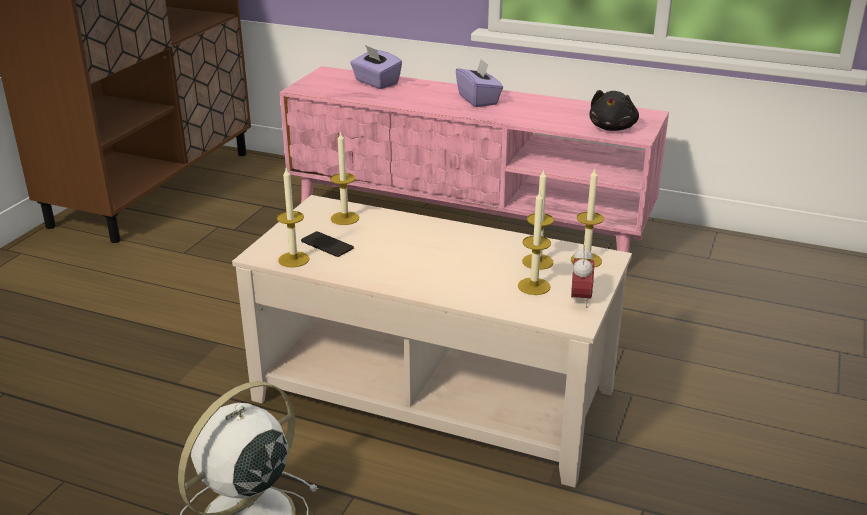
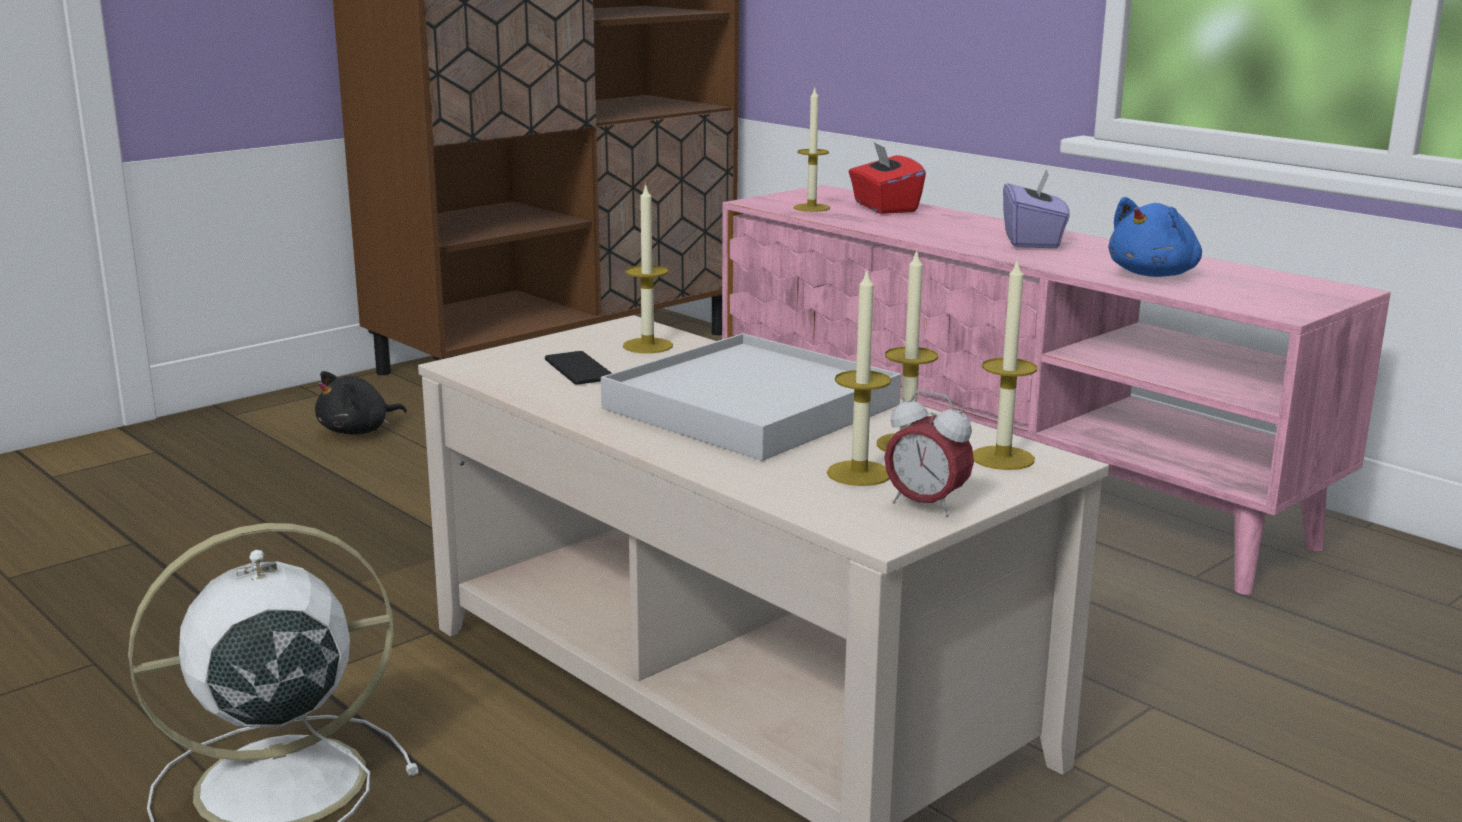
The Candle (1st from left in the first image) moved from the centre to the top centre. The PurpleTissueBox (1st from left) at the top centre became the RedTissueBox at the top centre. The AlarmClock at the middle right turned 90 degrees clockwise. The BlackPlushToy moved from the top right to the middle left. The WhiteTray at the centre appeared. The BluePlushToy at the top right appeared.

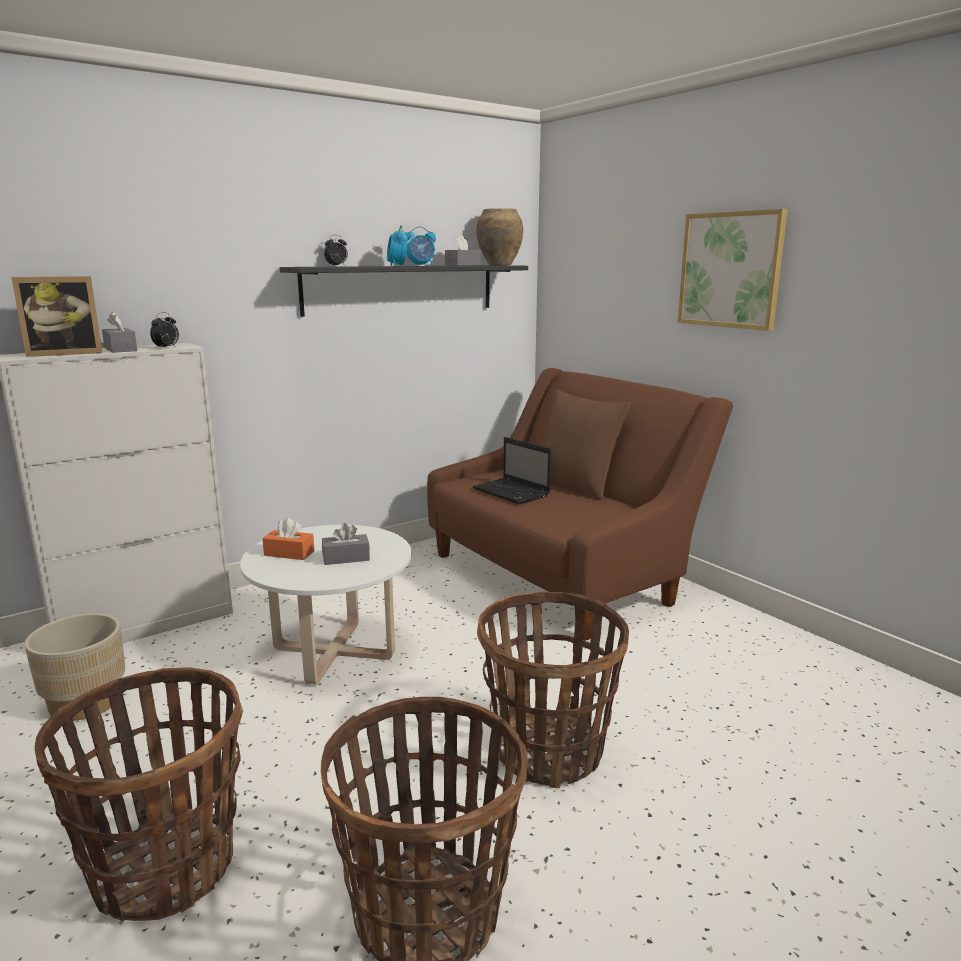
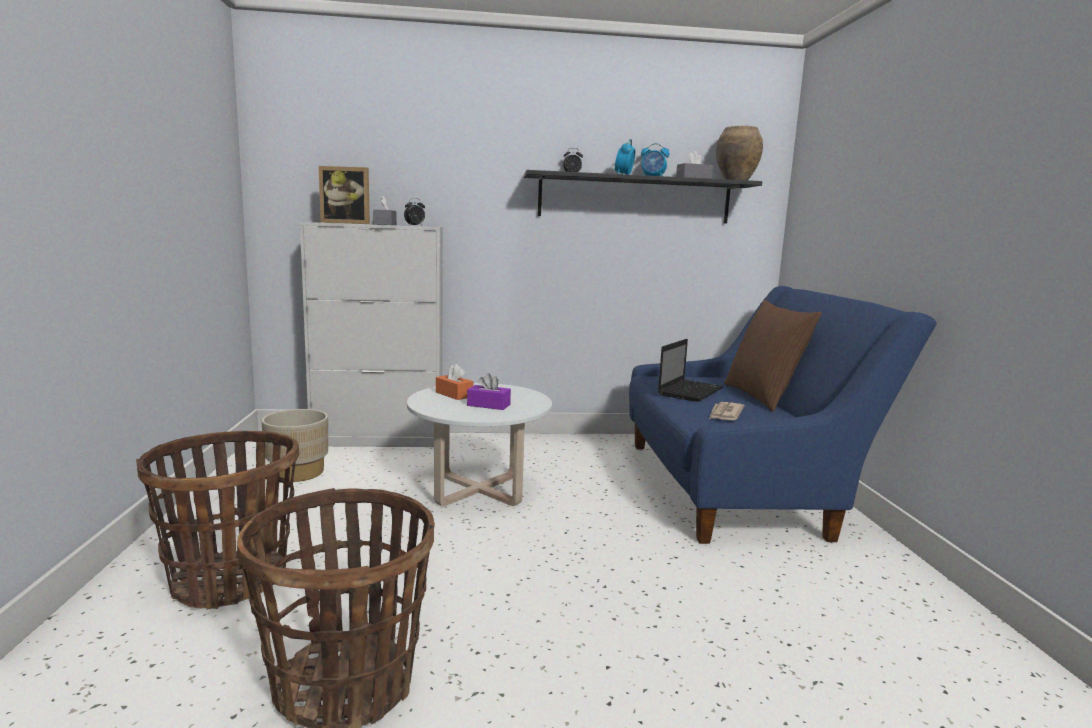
The GreyTissueBox (2nd from left) at the centre became the PurpleTissueBox at the centre. The BrownSofa at the centre became the BlueSofa at the middle right. The Laptop at the centre turned 135 degrees counterclockwise. The Basket (3rd from left) at the bottom centre disappeared. The Picture at the top right disappeared. The Newspaper at the centre appeared.

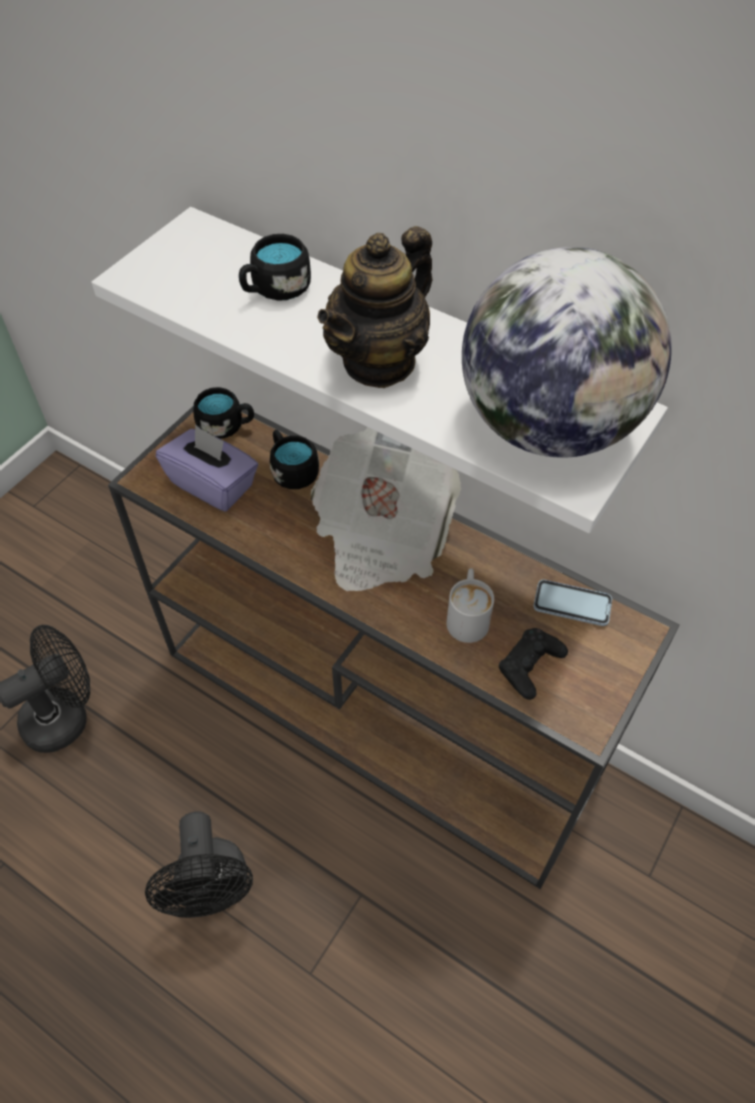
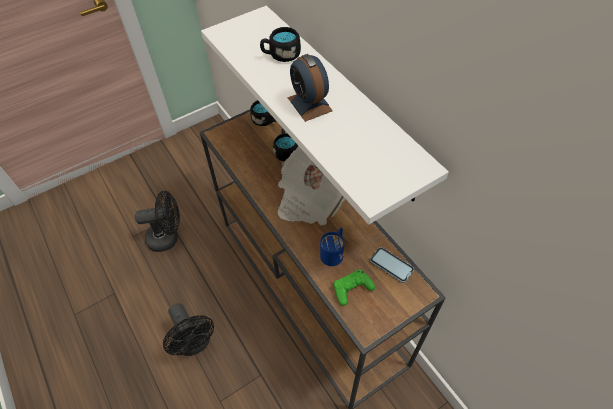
The BlackFan (2nd from left) at the bottom left turned 45 degrees counterclockwise. The PurpleTissueBox at the middle left disappeared. The Teapot at the top centre was replaced by the AlarmClock at the top centre. The WhiteMug at the centre became the BlueMug at the centre. The Globe at the top right disappeared. The BlackGameController at the middle right became the GreenGameController at the bottom centre.

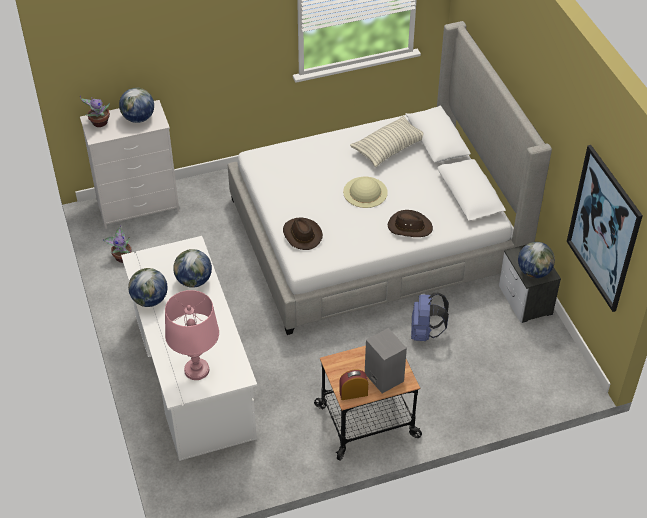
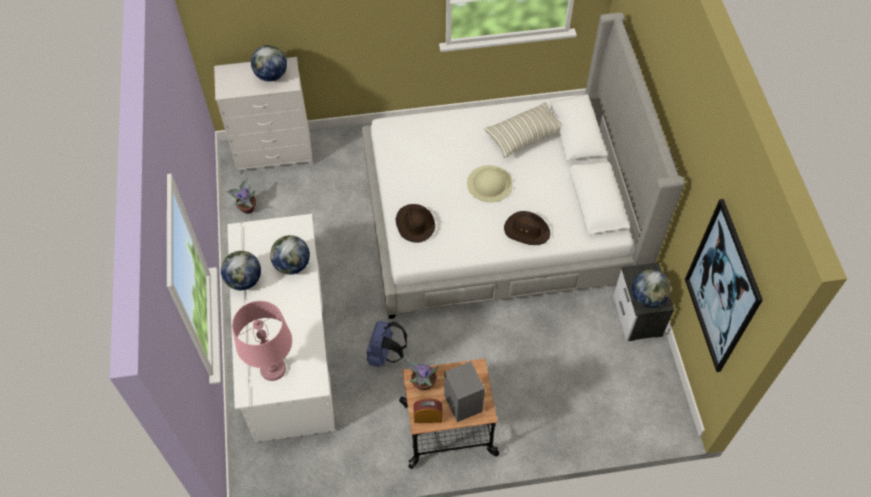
The PottedPlant (1st from left in the first image) moved from the top left to the bottom centre. The BlueBackpack moved from the centre to the bottom centre.

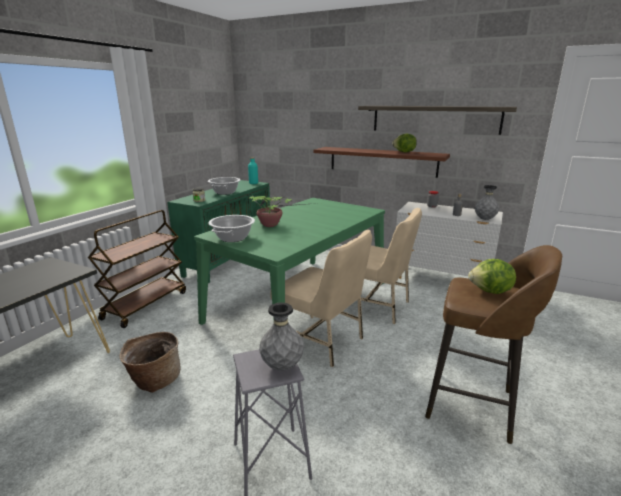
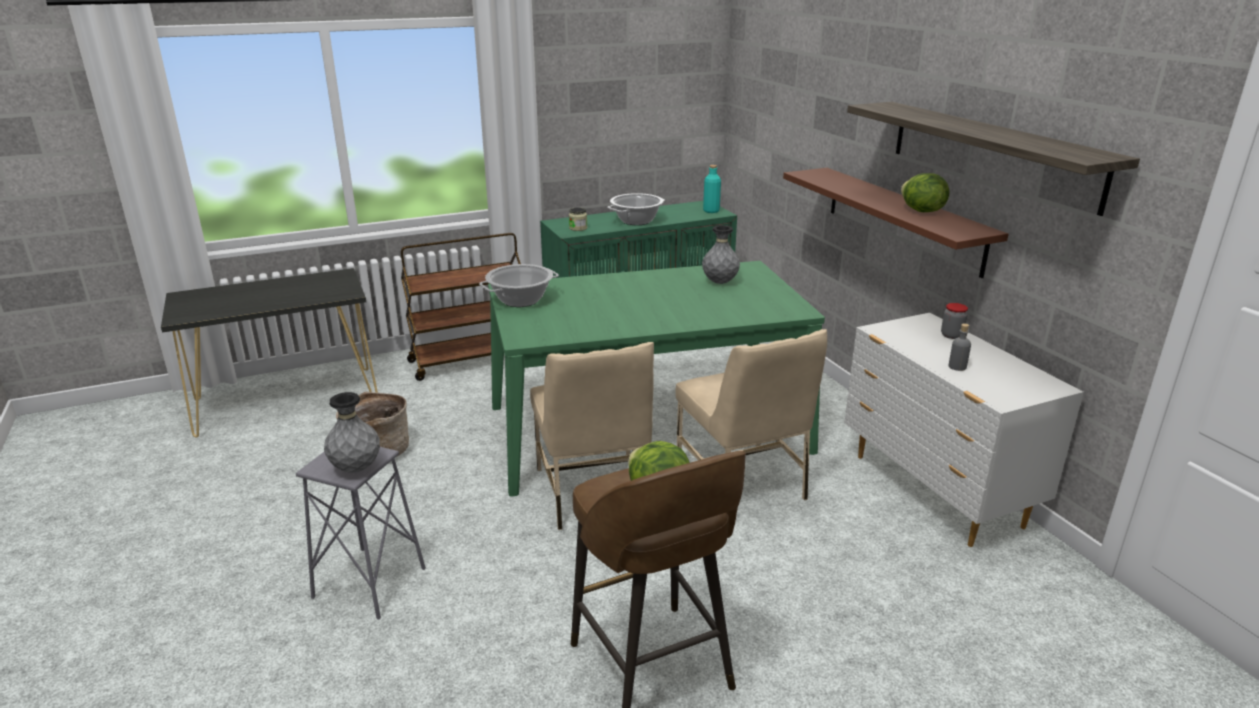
The PottedPlant at the centre disappeared. The GreyVase (2nd from left) moved from the middle right to the centre.

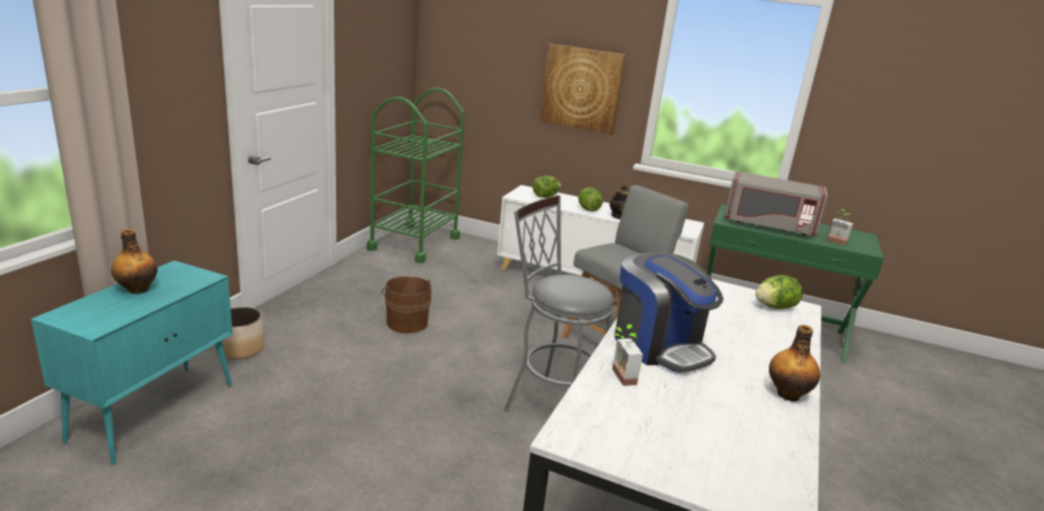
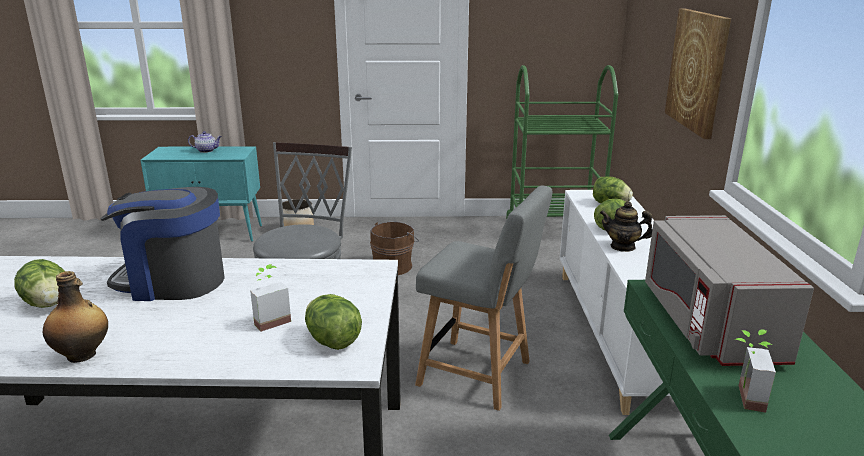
The Bottle (1st from left) at the middle left was replaced by the Teapot (1st from left) at the top left. The PottedPlant (1st from left) moved from the bottom centre to the middle left. The CoffeeMachine at the centre turned 60 degrees clockwise. The Lettuce (1st from left) at the middle left appeared.

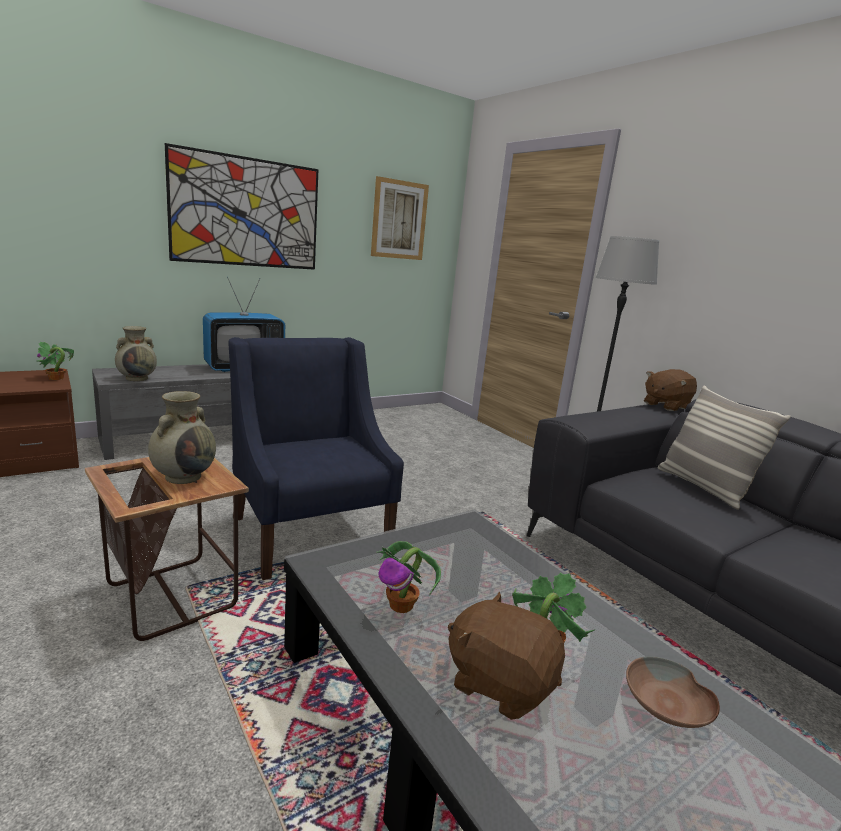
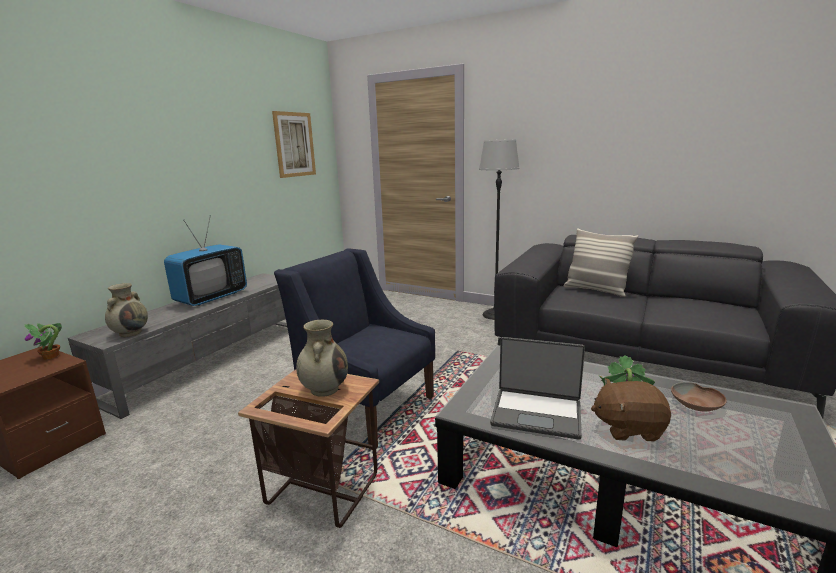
The Picture (1st from left) at the top left disappeared. The PottedPlant (2nd from left) at the bottom centre was replaced by the Laptop at the bottom centre. The BrownPlushToy (2nd from left) at the middle right disappeared.

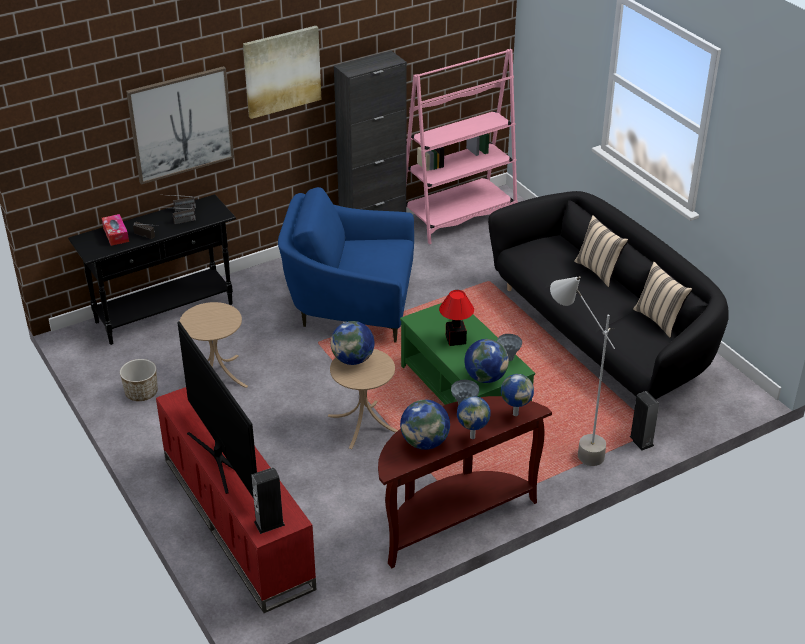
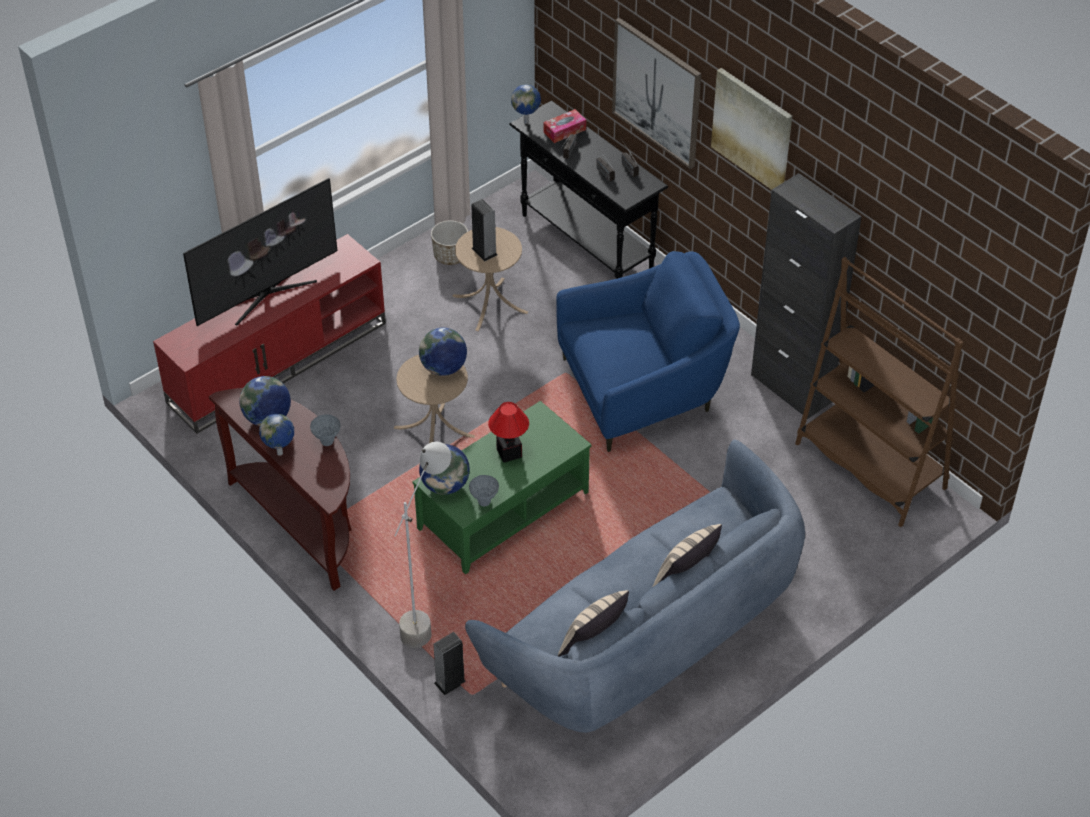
The Speaker (1st from left in the first image) moved from the bottom left to the top centre. The BlueArmchair at the centre turned 75 degrees clockwise. The PinkBookcase at the top centre became the BrownBookcase at the middle right. The BlackSofa at the middle right became the BlueSofa at the bottom centre. The Globe (5th from left) moved from the centre to the top centre.

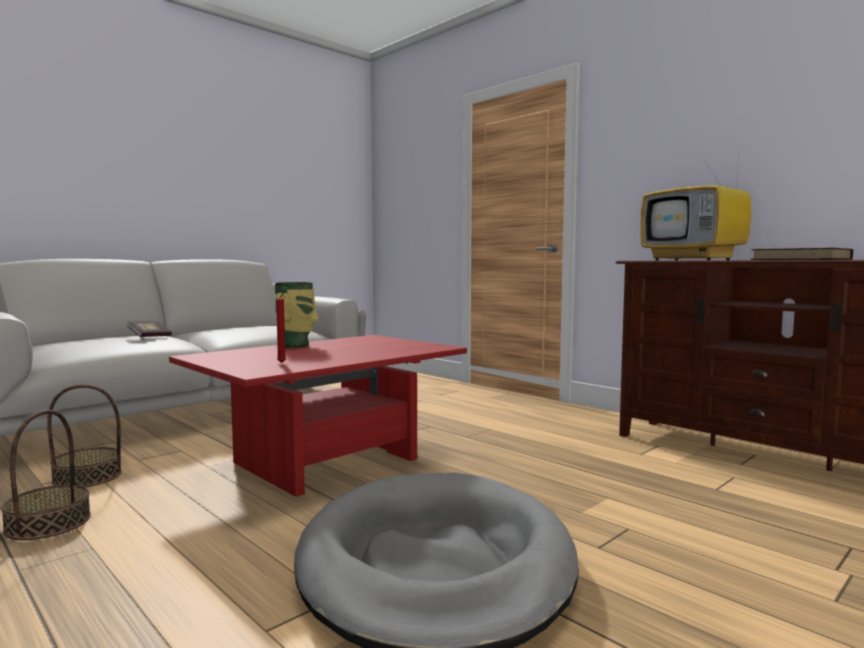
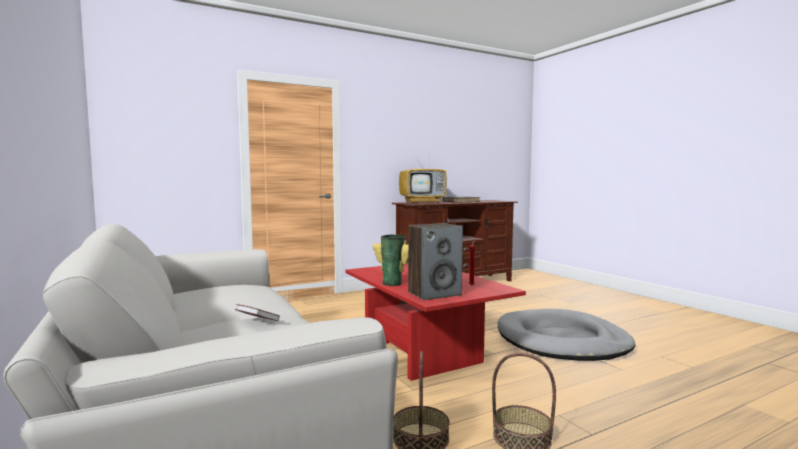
The Speaker at the centre appeared.

